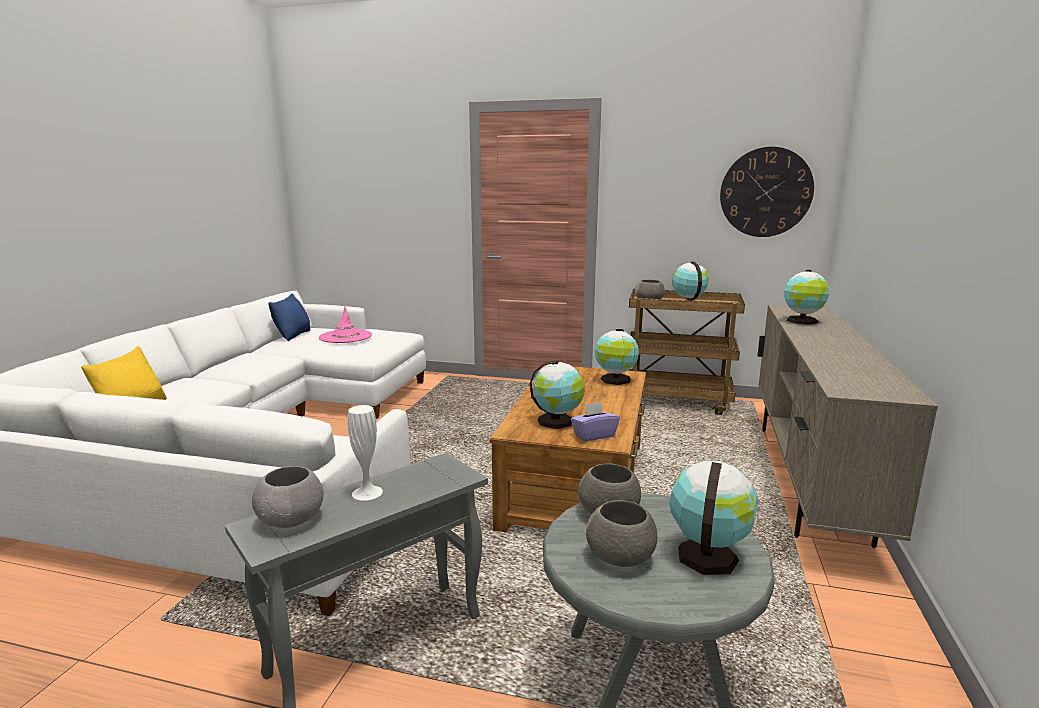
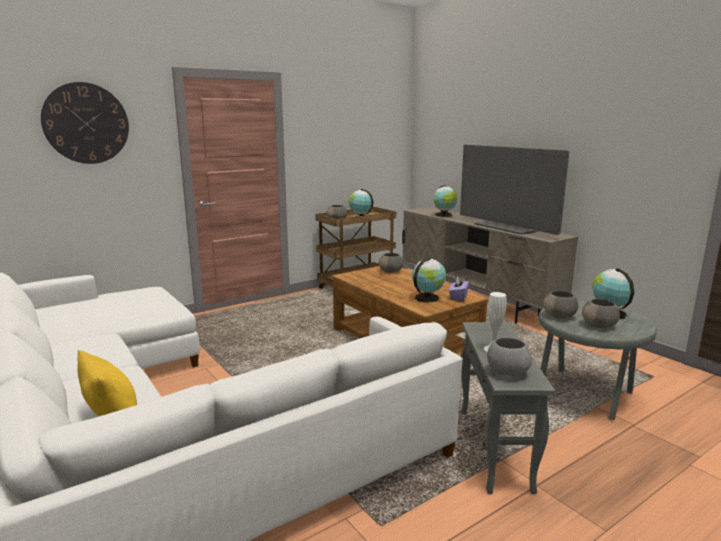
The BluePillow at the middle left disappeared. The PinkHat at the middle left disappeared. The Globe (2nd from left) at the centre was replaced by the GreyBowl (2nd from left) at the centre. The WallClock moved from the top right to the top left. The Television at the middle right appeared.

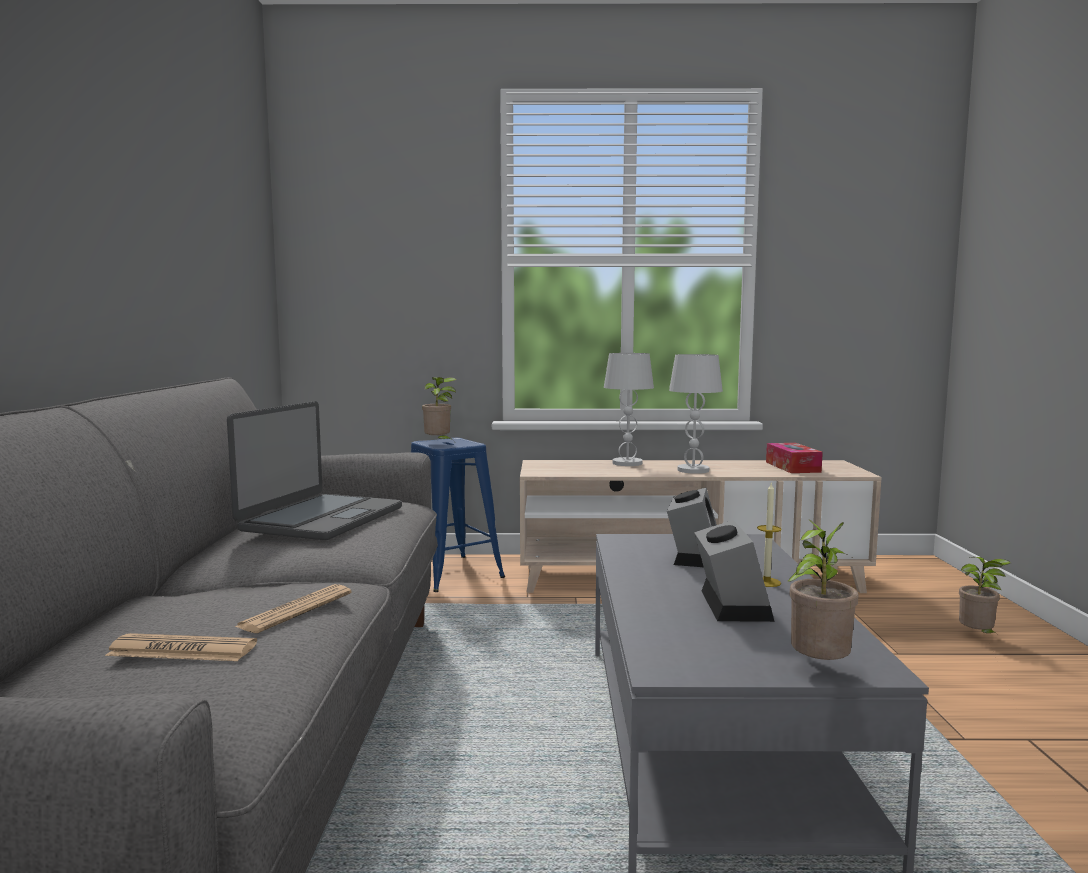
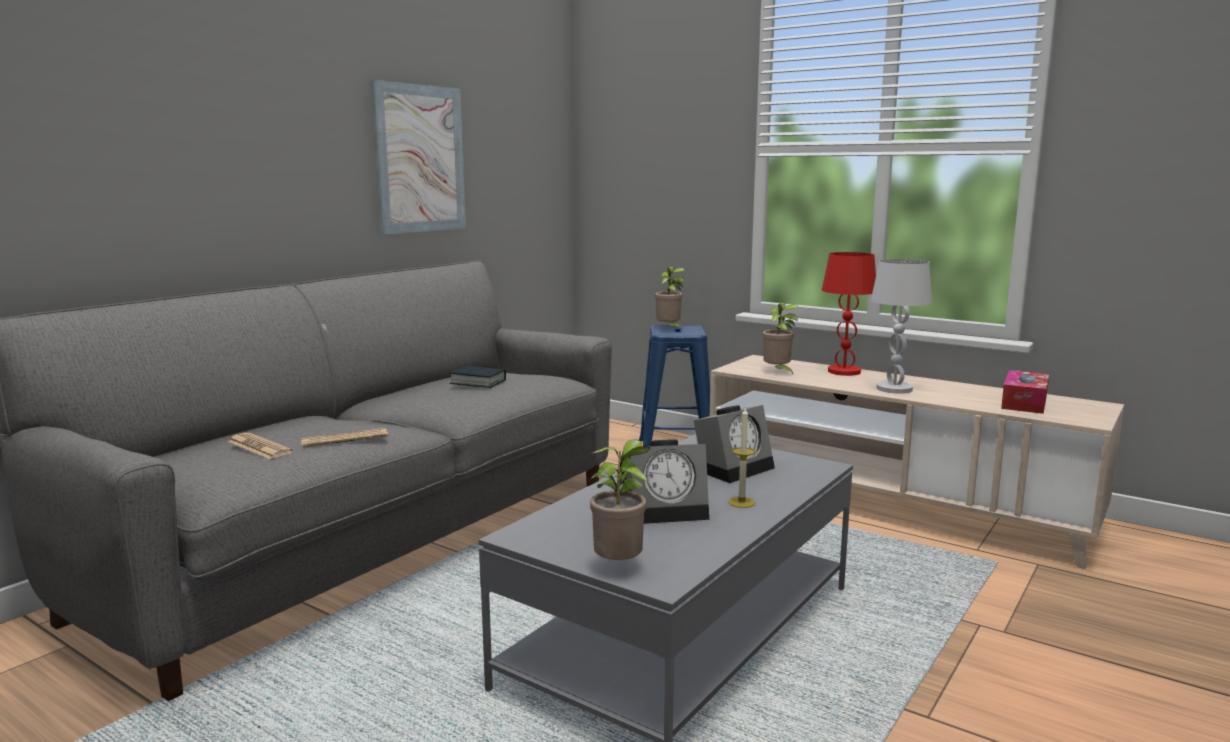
The Laptop at the middle left was replaced by the Book at the centre. The WhiteTableLamp (1st from left) at the centre became the RedTableLamp at the middle right. The AlarmClock (2nd from left in the first image) at the middle right turned 45 degrees clockwise. The PottedPlant (3rd from left) moved from the bottom right to the centre. The Picture at the top centre appeared.

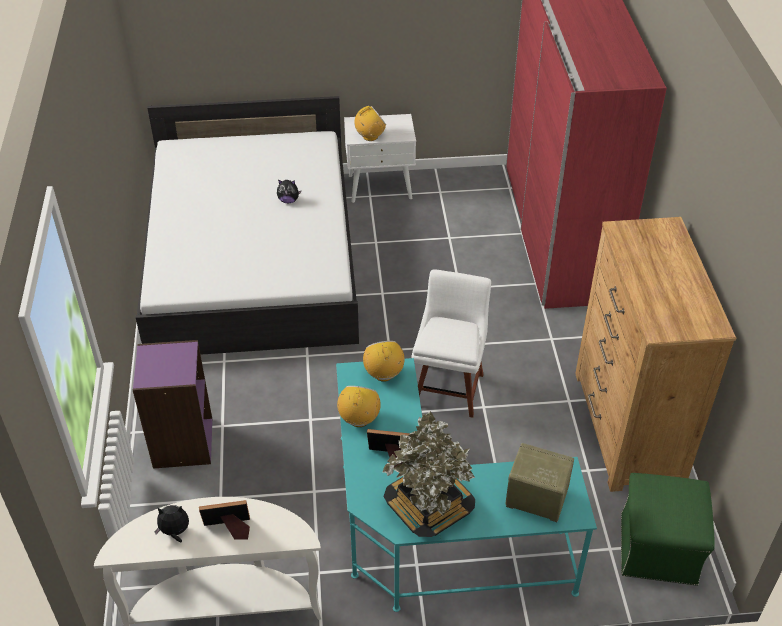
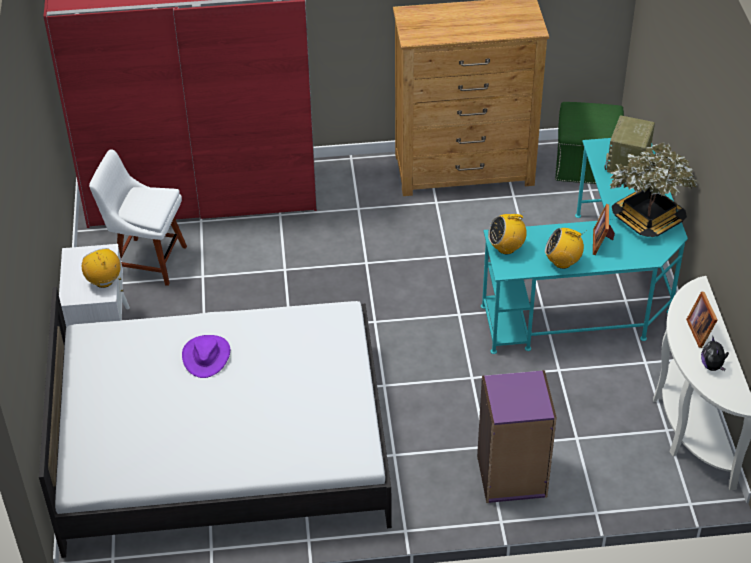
The PlushToy (2nd from left) at the top centre was replaced by the PurpleHat at the middle left. The WhiteChair moved from the centre to the middle left.

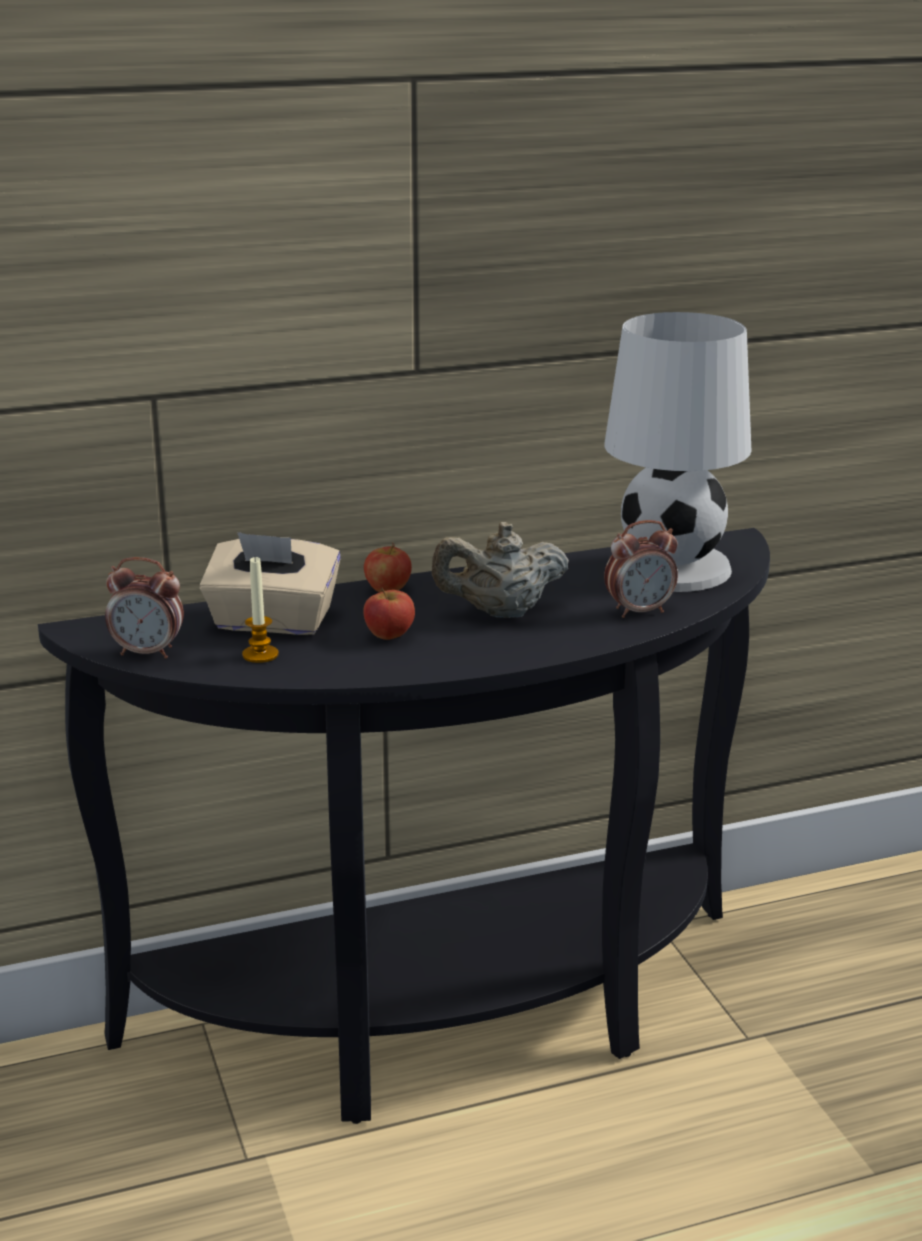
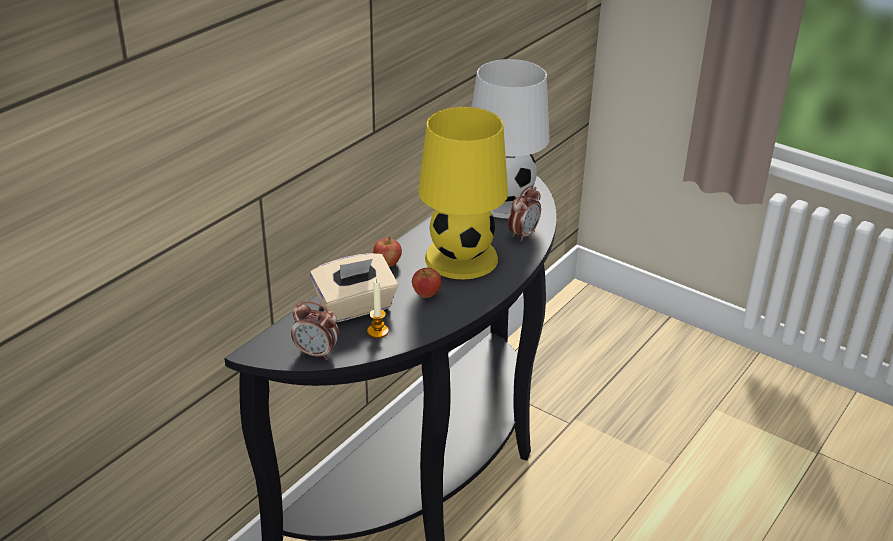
The AlarmClock (1st from left) at the middle left turned 45 degrees clockwise. The BeigeTeapot at the centre was replaced by the YellowTableLamp at the centre.

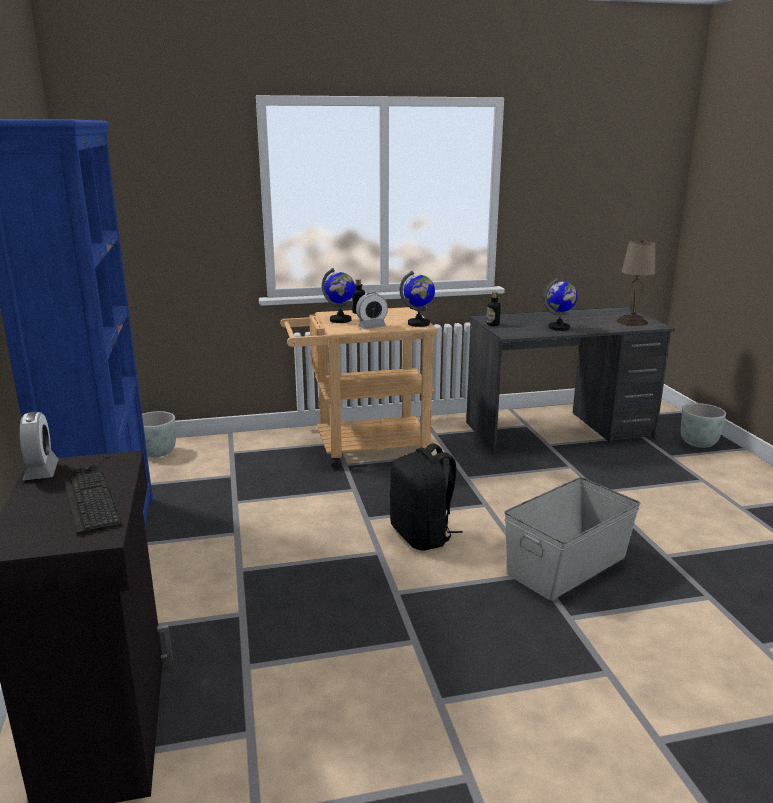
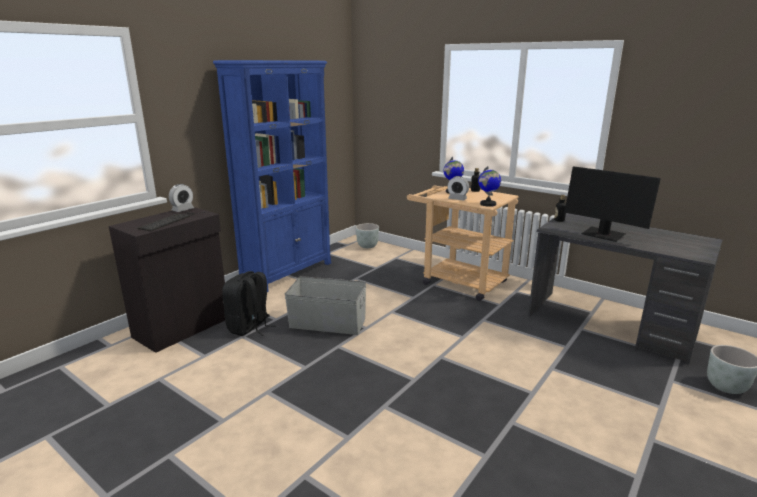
The BlackBackpack moved from the centre to the middle left. The GreyStorageBox moved from the bottom right to the centre. The Globe (3rd from left) at the middle right was replaced by the Monitor at the middle right. The BeigeTableLamp at the middle right disappeared.

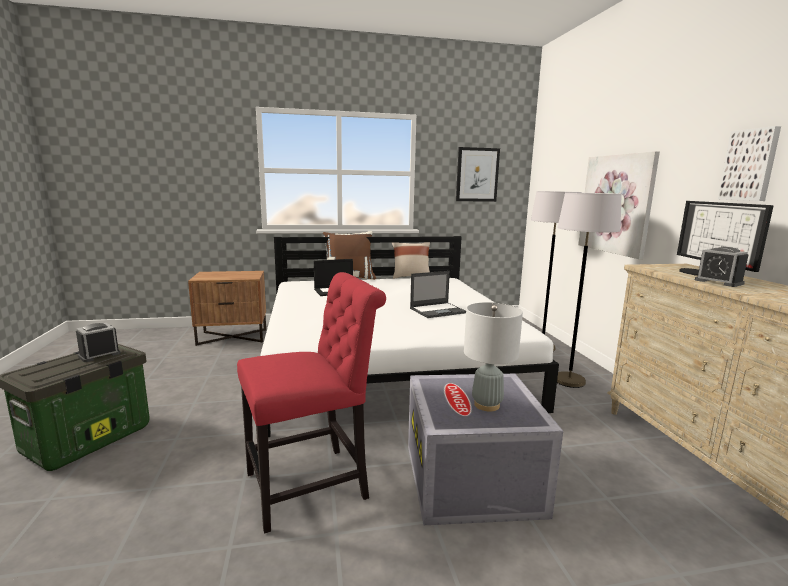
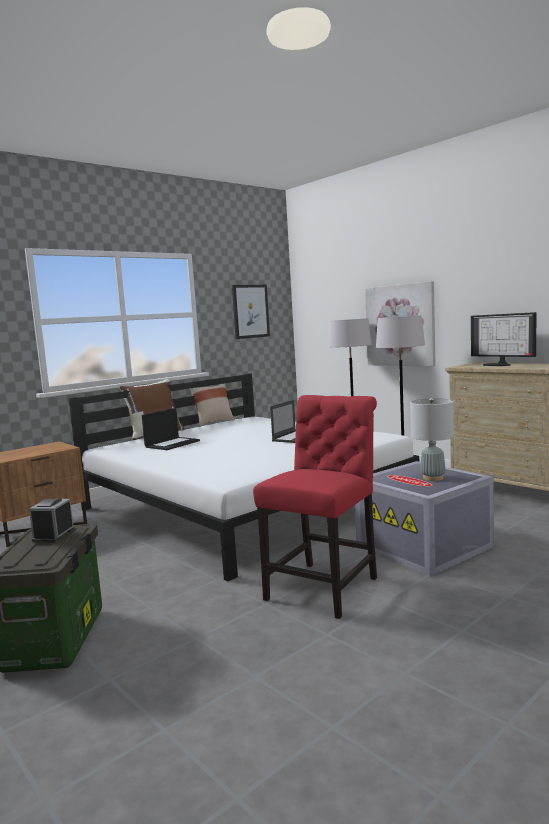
The AlarmClock (2nd from left) at the middle right disappeared. The Picture (3rd from left) at the top right disappeared.

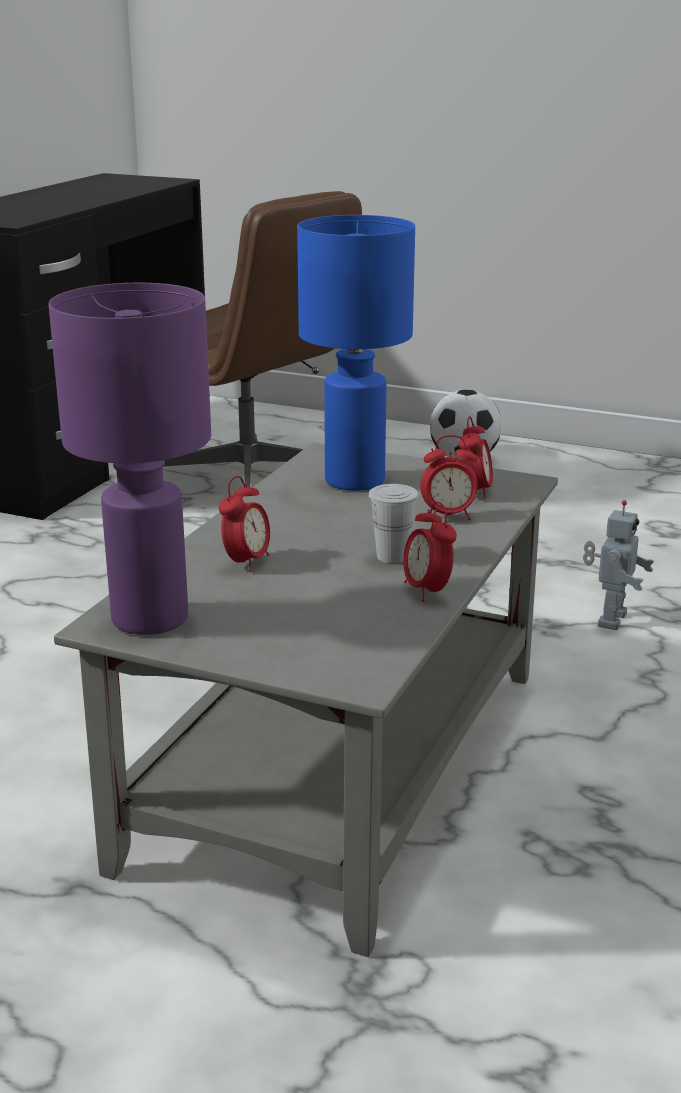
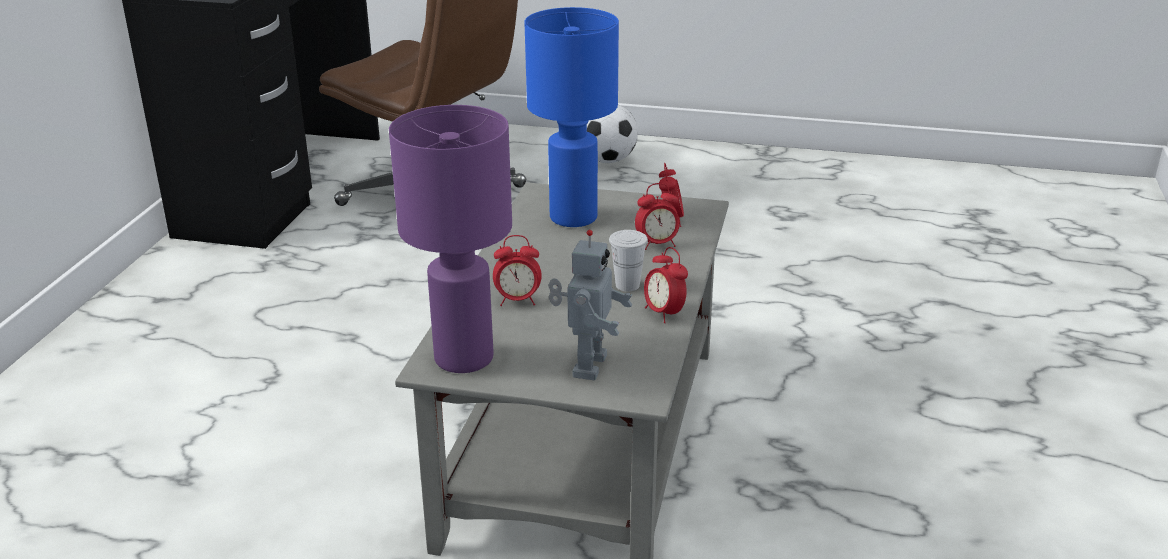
The AlarmClock (1st from left) at the centre turned 75 degrees clockwise. The ToyRobot moved from the middle right to the centre.

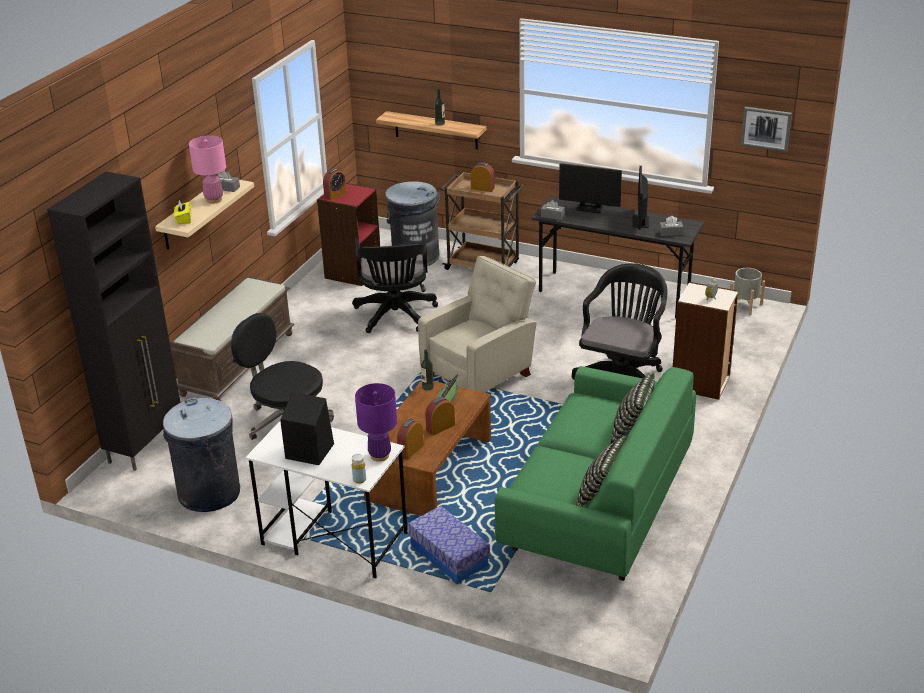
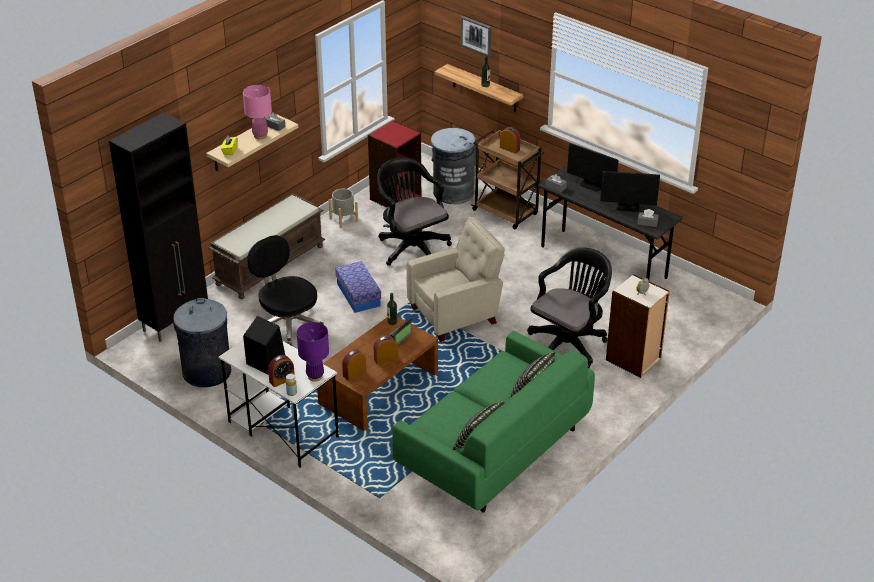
The AlarmClock (1st from left) moved from the top centre to the middle left. The BlackOfficeChair (2nd from left) at the centre turned 135 degrees clockwise. The StorageBox moved from the bottom centre to the centre. The Monitor (2nd from left) at the top right turned 105 degrees counterclockwise. The GreyPlanter moved from the middle right to the centre. The Picture moved from the top right to the top centre.

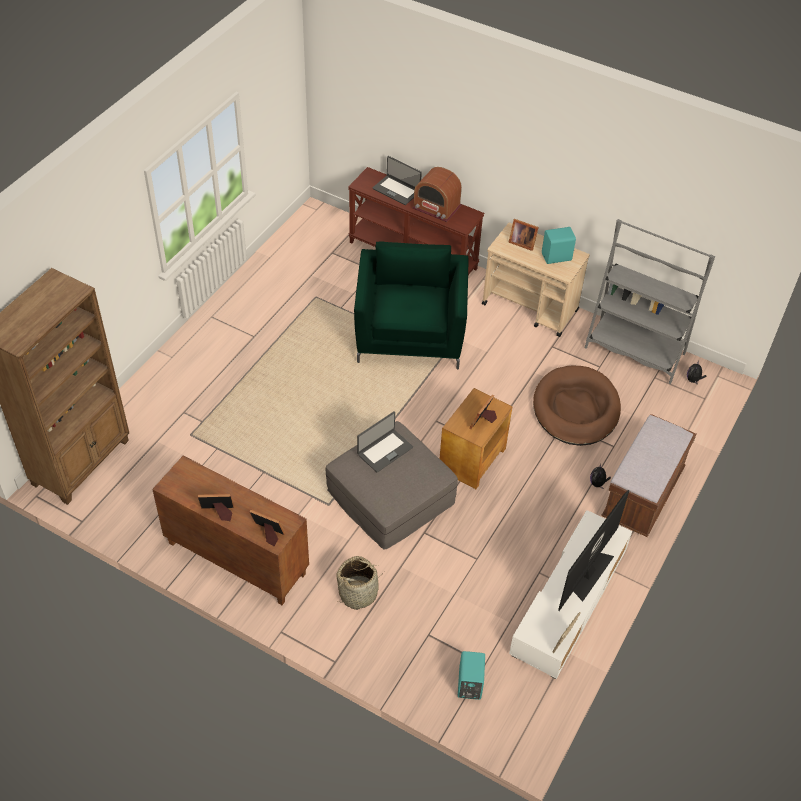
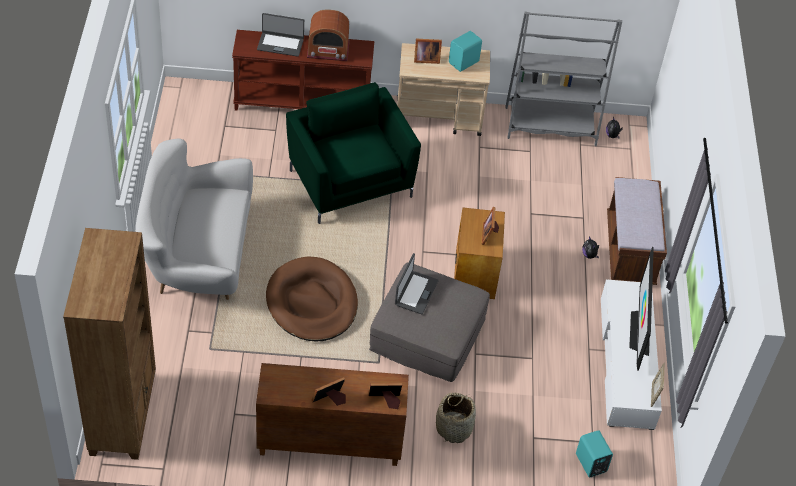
The BrownDogBed moved from the middle right to the centre. The WhiteSofa at the middle left appeared.

